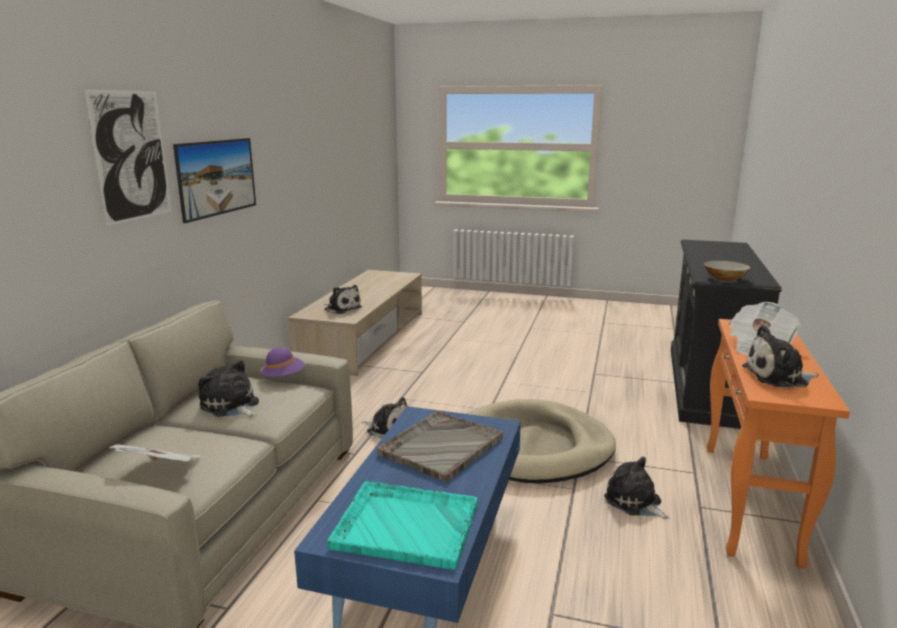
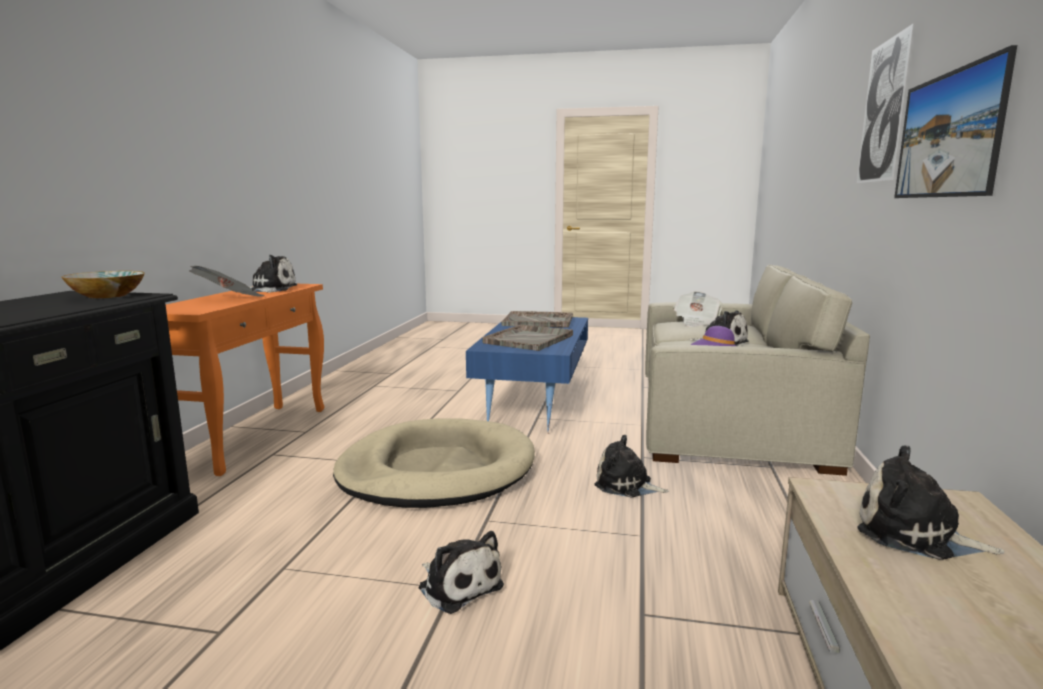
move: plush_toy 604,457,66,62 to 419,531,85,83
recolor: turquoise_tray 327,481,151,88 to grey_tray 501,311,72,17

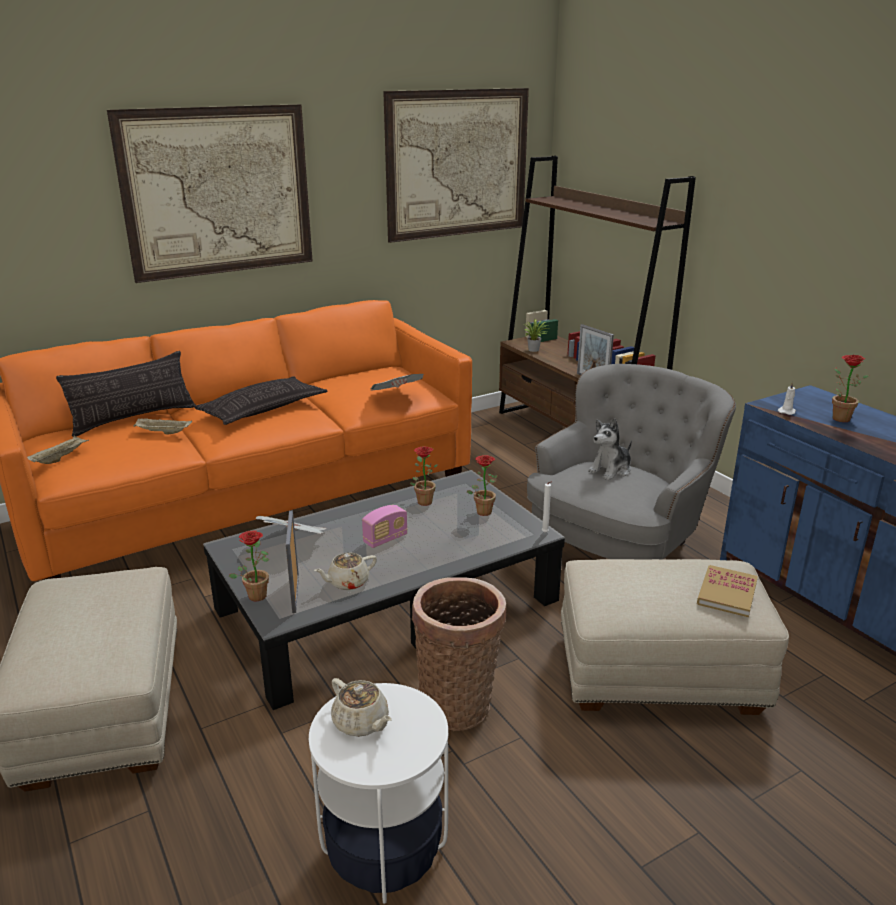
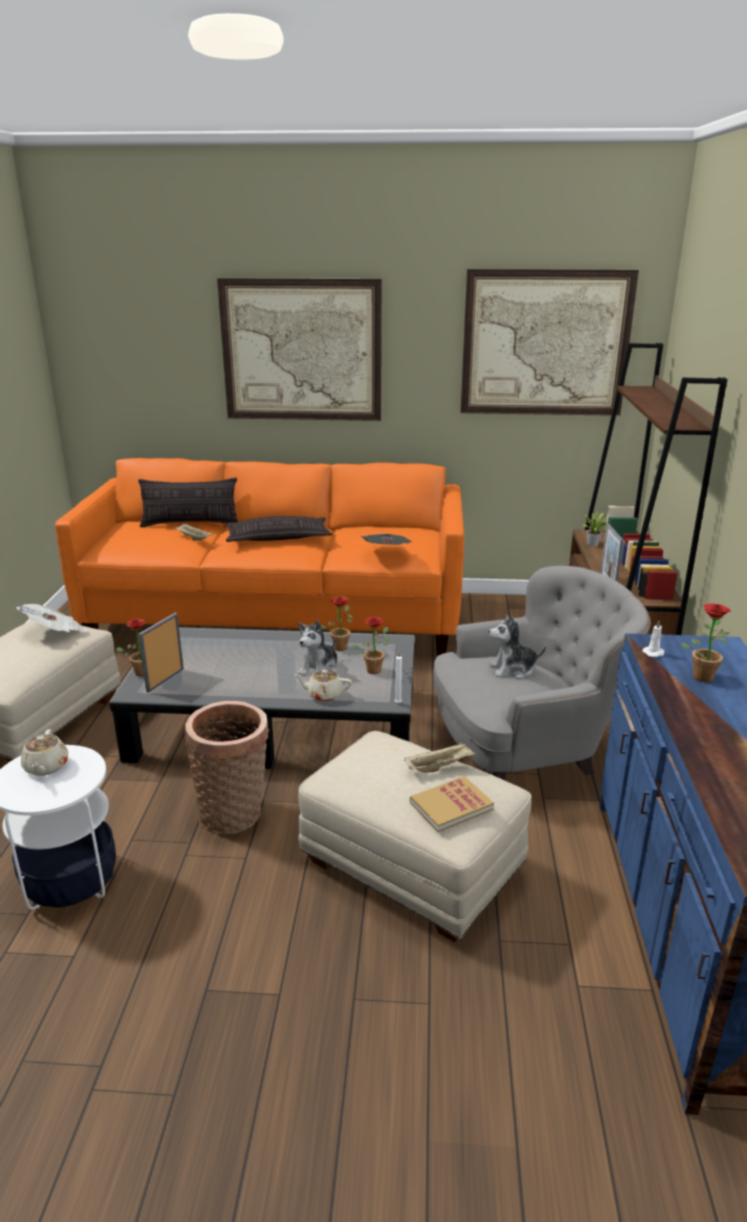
delete: radio 362,505,46,43
insert: plush_toy 298,620,40,56
move: beige_tray 27,435,62,29 to 404,741,72,32; newspaper 256,516,71,18 to 16,604,71,28; beige_teapot 314,552,63,38 to 295,670,57,32

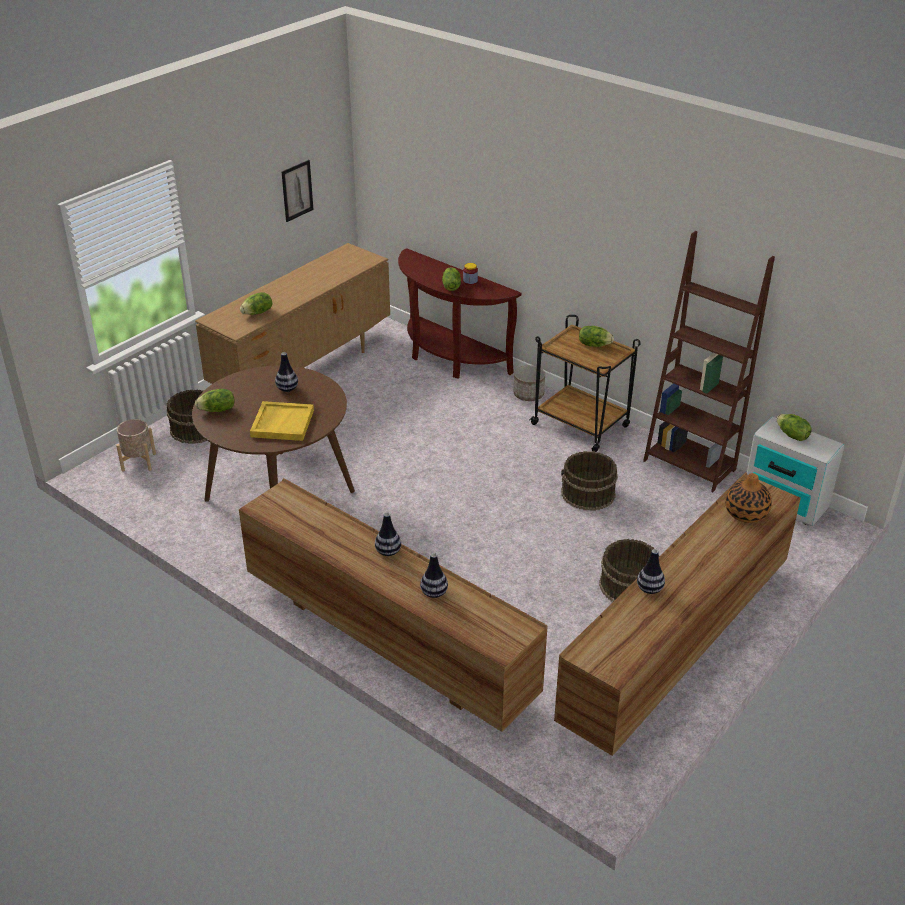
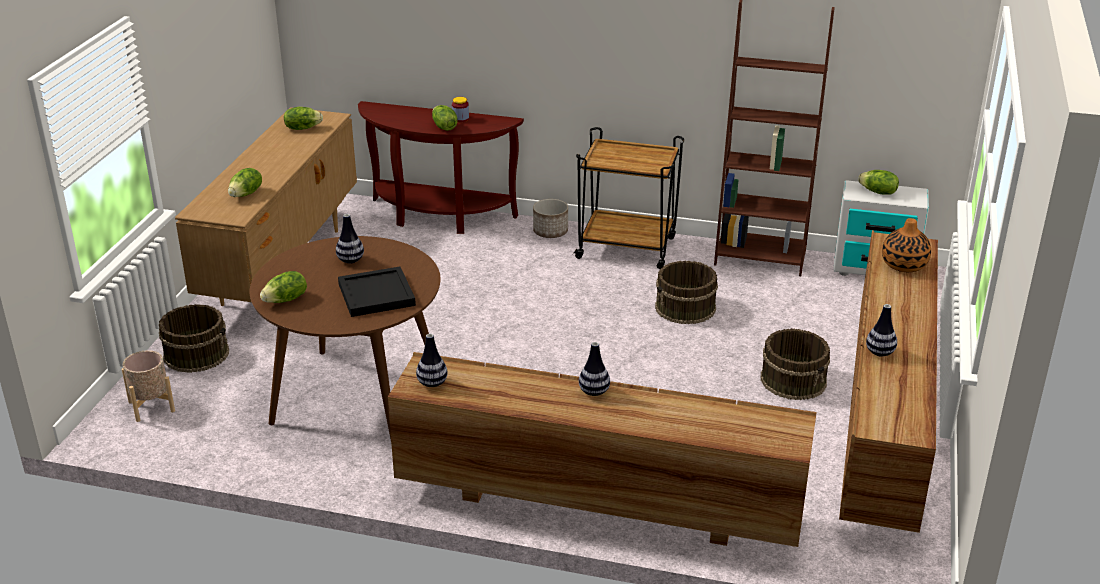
delete: picture 282,160,32,62
move: vase 420,553,28,45 to 416,334,32,53; lettuce 579,326,35,21 to 284,107,39,23
recolor: yellow_tray 250,401,64,40 to black_tray 338,267,78,50

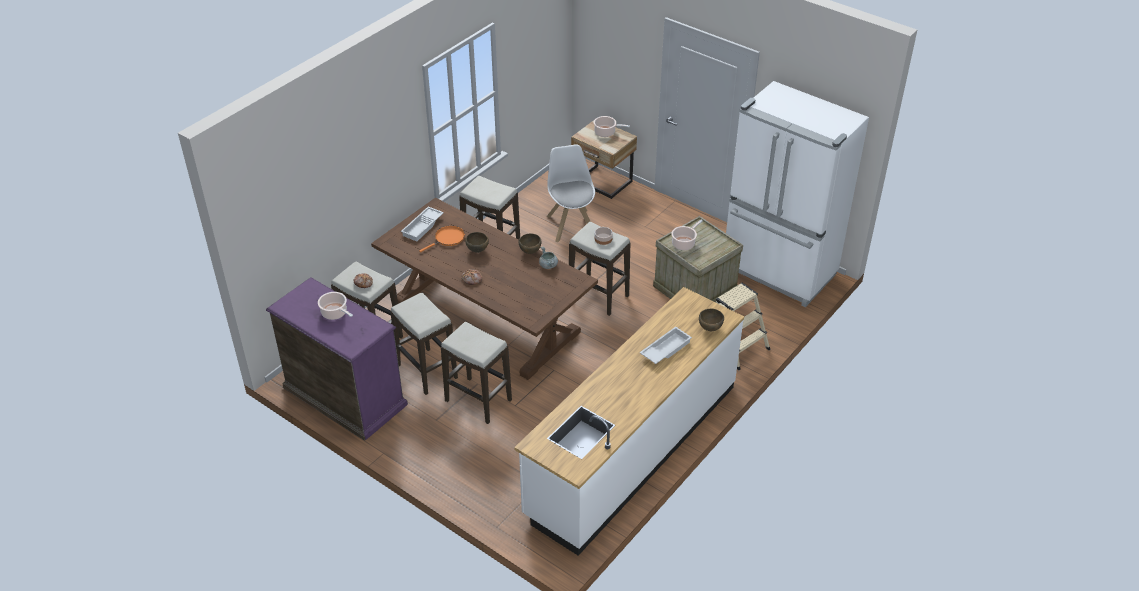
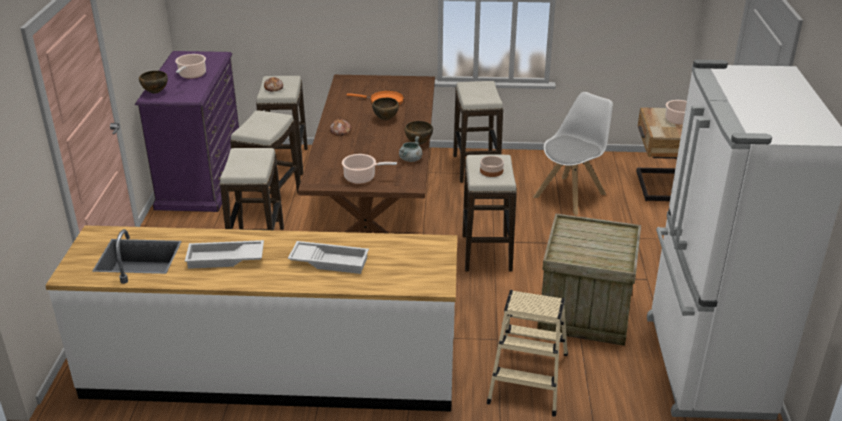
move: white_tray 401,206,43,36 to 185,240,79,29; cooking_pot 671,220,32,30 to 342,154,55,30; brown_bowl 699,309,25,22 to 139,71,29,23

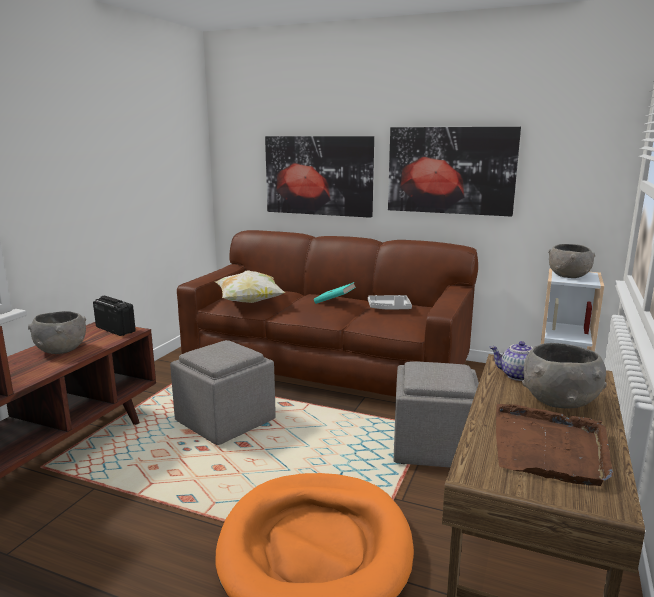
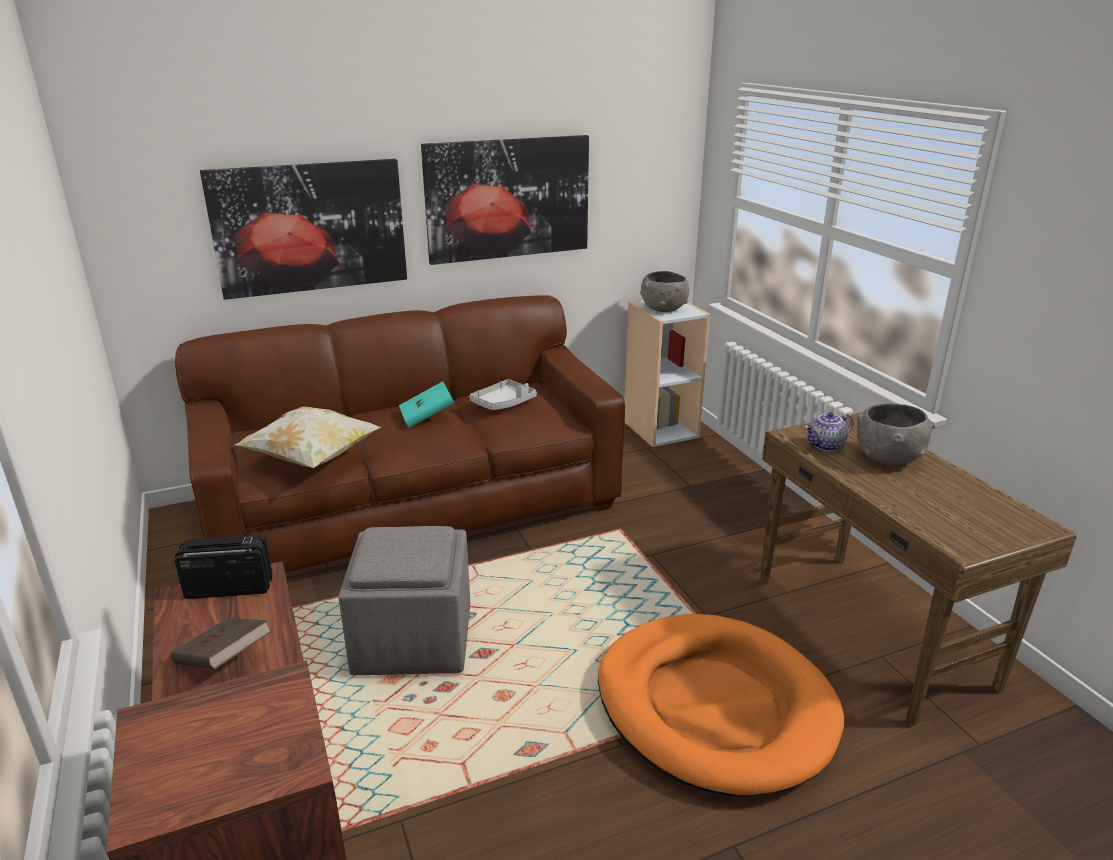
delete: grey_ottoman 394,361,85,107; brown_tray 496,404,117,82
replace: grey_bowl 28,311,58,43 to brown_book 171,618,101,51

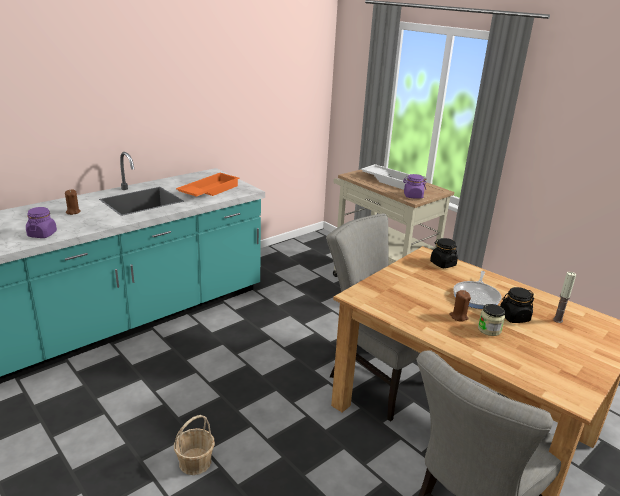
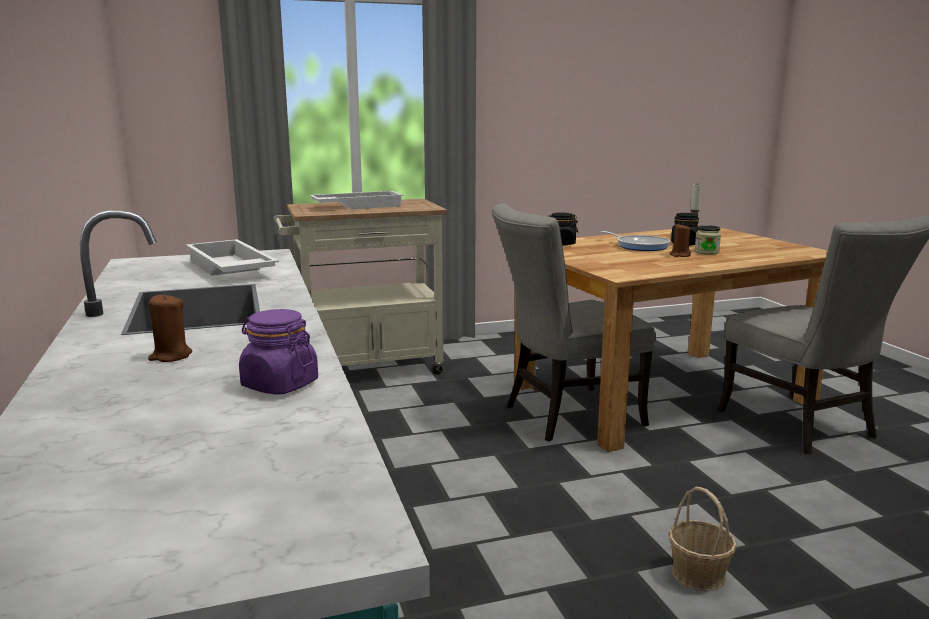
delete: purple_jar 403,174,24,25
recolor: orange_tray 176,173,64,24 to white_tray 186,239,93,37

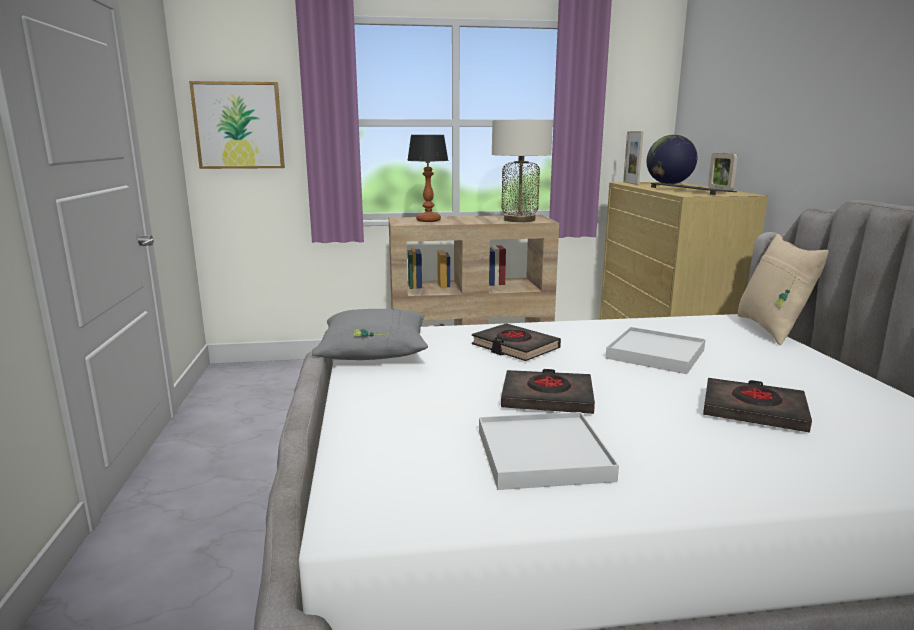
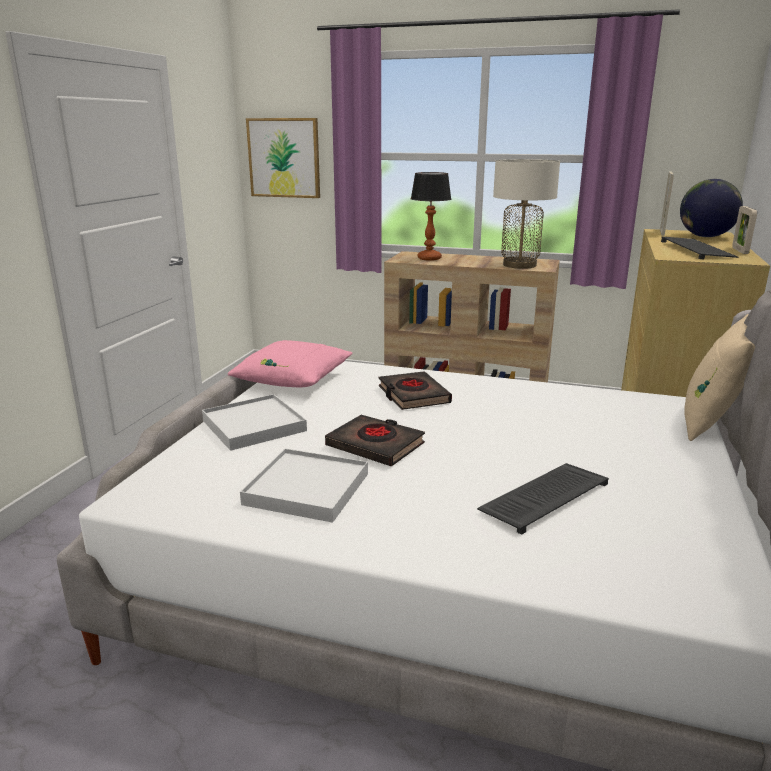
move: white_tray 606,327,100,47 to 202,394,105,57
replace: black_book 703,378,109,55 to keyboard 477,463,132,72
recolor: grey_pillow 312,308,116,52 to pink_pillow 228,340,124,47

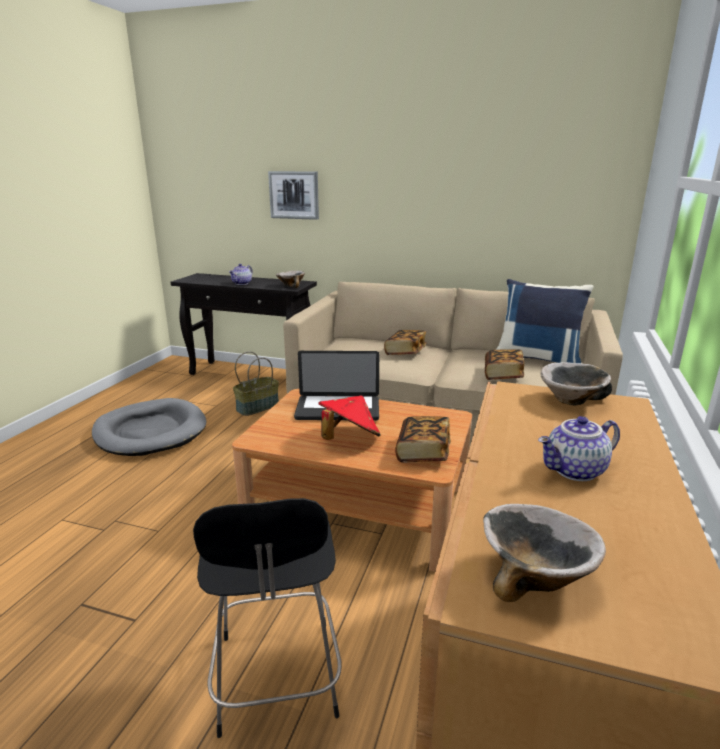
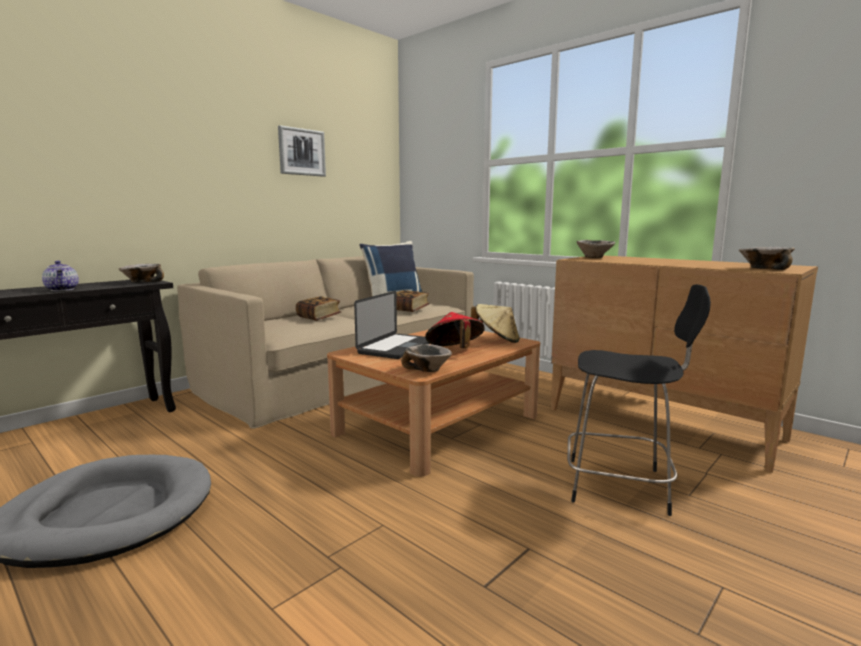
delete: basket 233,351,46,65; teapot 538,416,82,65
insert: bowl 401,344,51,28
move: picture 268,171,51,49 to 278,125,48,52
replace: book 395,416,56,47 to beige_hat 471,304,49,39

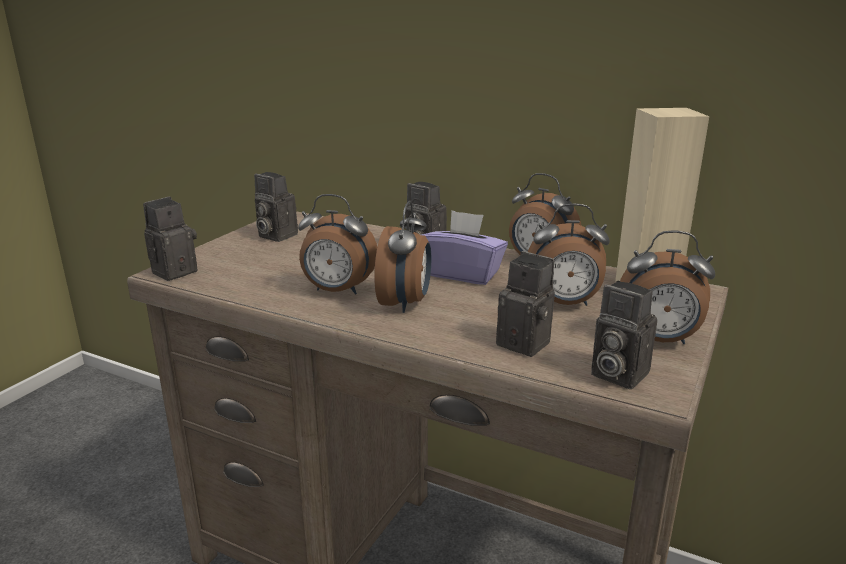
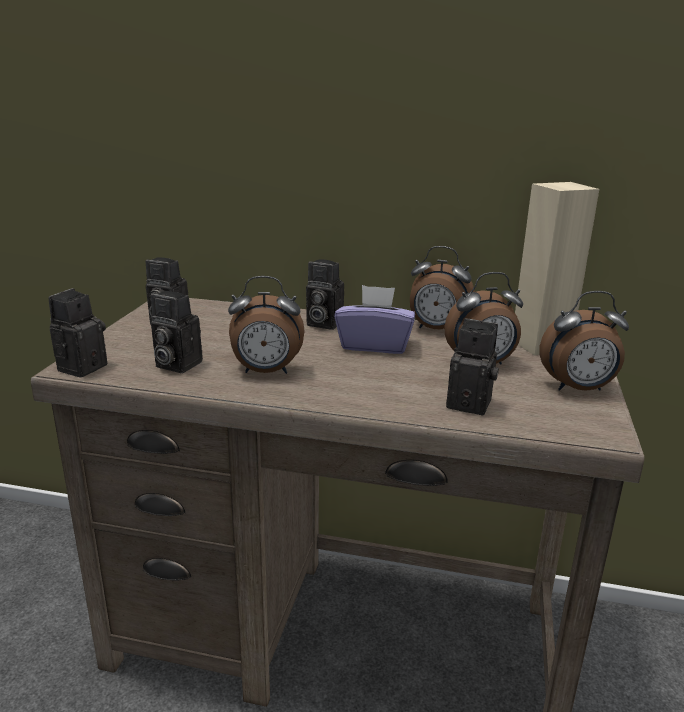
delete: alarm_clock 374,201,57,112
move: photo_camera 591,281,66,108 to 151,291,52,82

